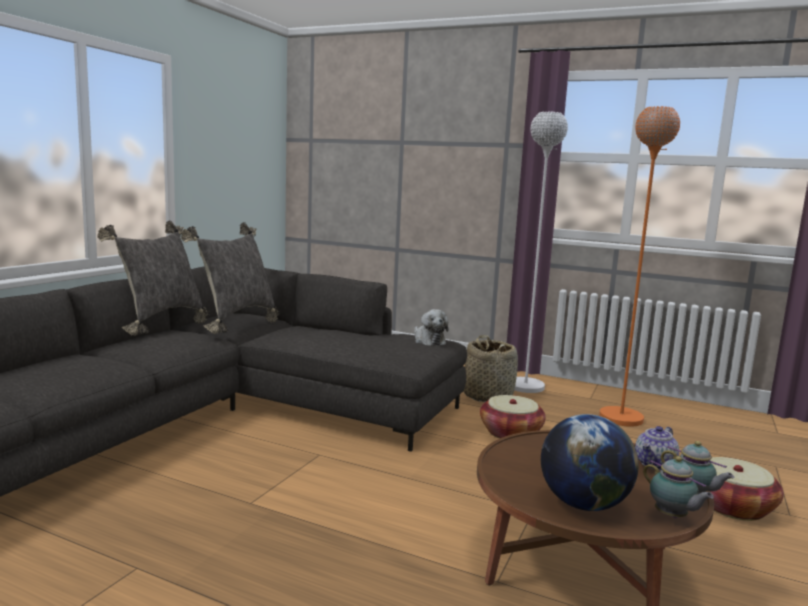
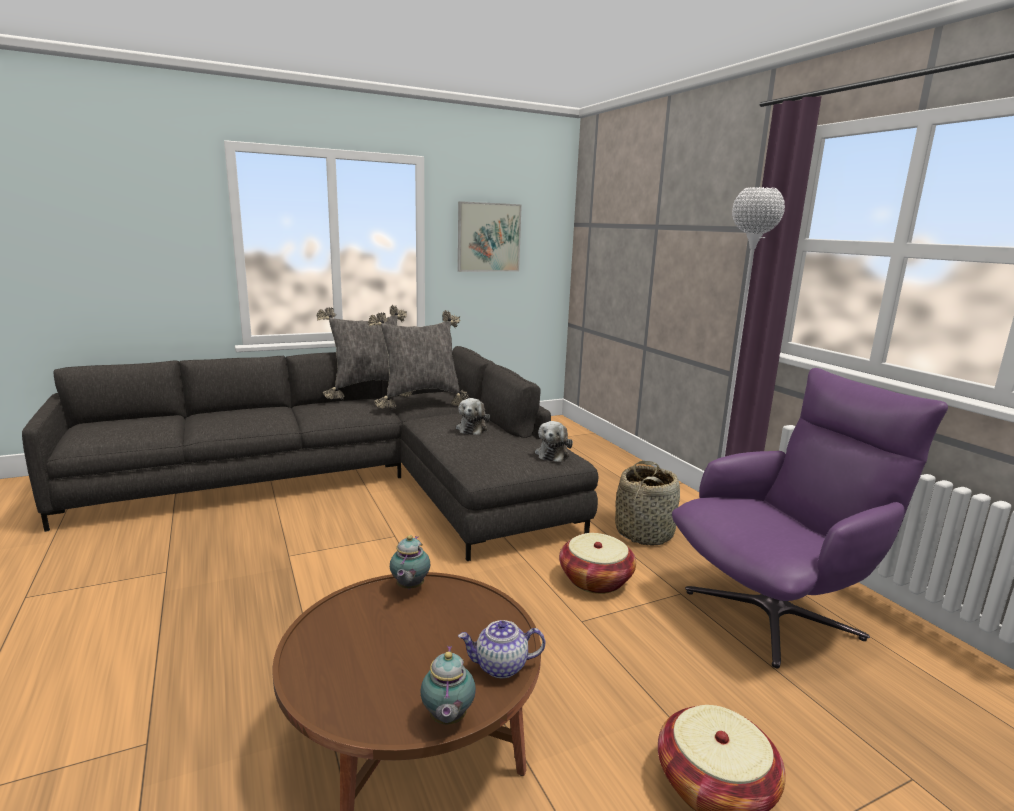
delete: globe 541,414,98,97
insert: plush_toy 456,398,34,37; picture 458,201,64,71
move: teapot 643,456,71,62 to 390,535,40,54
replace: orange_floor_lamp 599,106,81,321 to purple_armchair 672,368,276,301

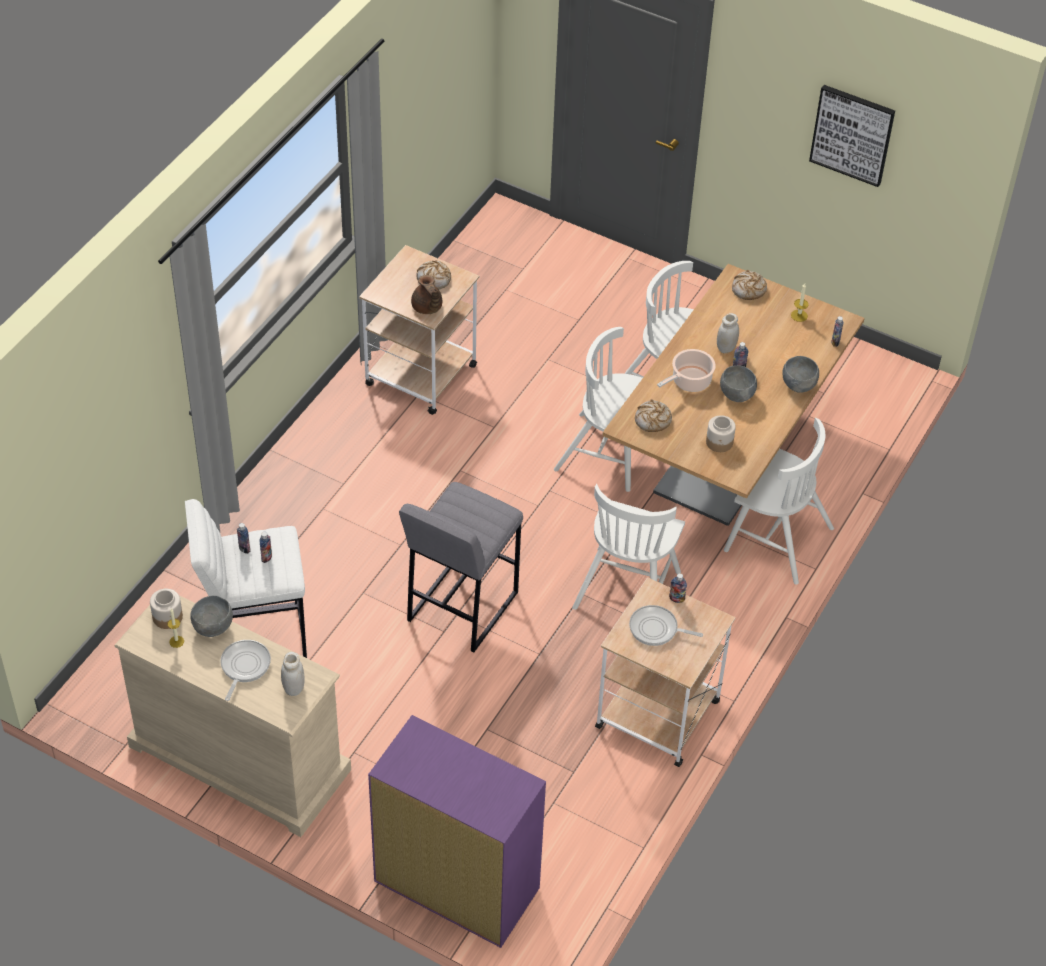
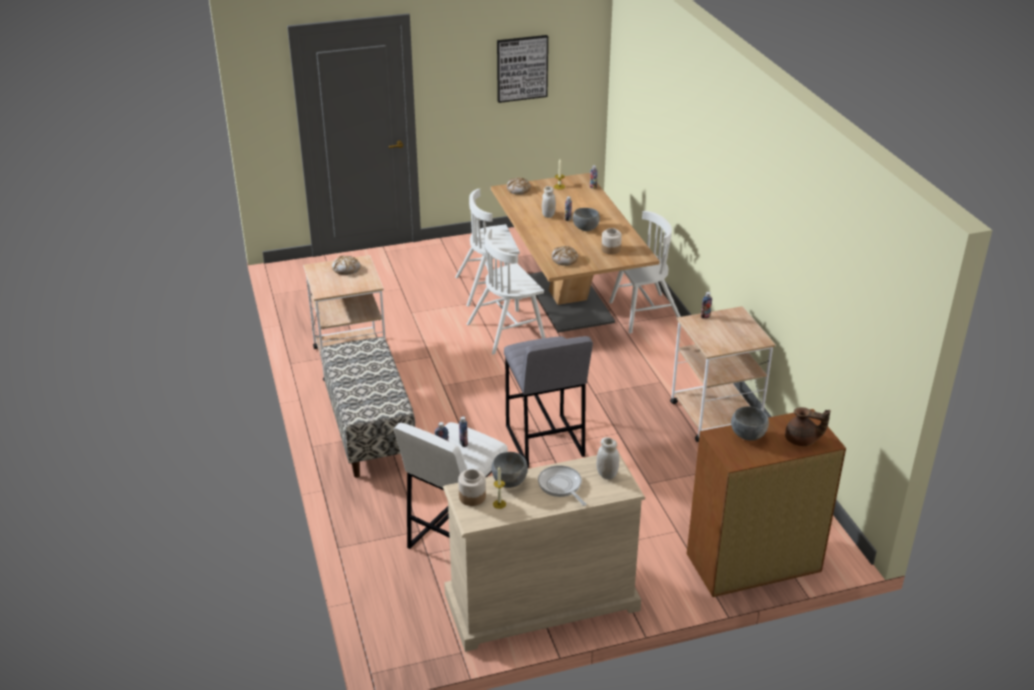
delete: white_chair 572,484,113,126; frying_pan 629,605,74,41; cooking_pot 657,349,59,43
insert: bench 322,337,93,141
move: brown_teapot 411,275,31,39 to 785,407,46,39; grey_bowl 782,356,37,37 to 731,406,38,35
recolor: purple_cabinet 368,715,178,233 to brown_cabinet 687,409,159,188

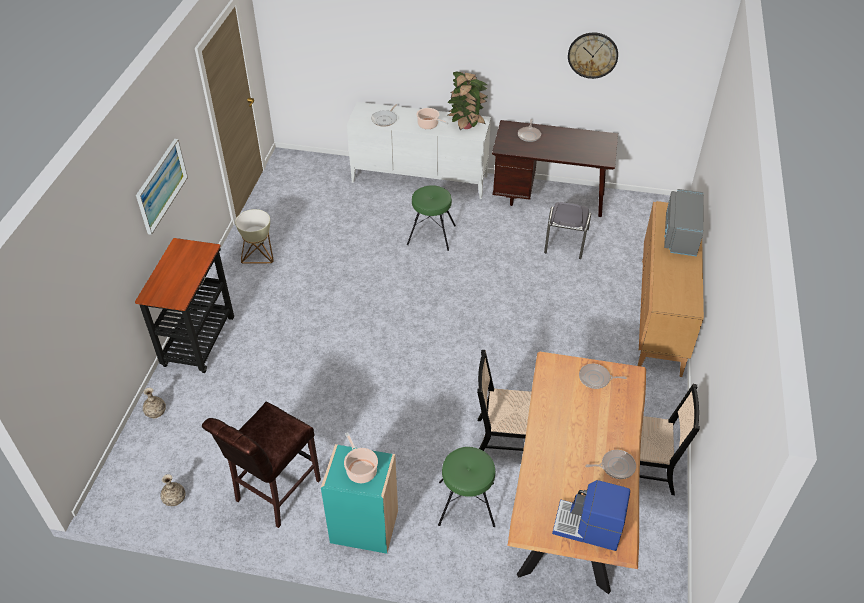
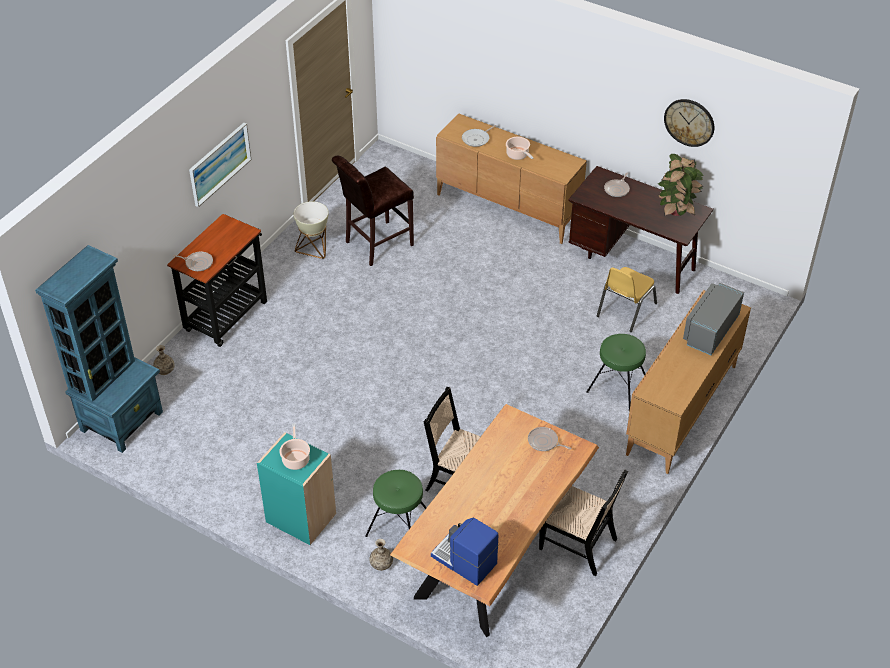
insert: blue_cabinet 35,245,128,208
move: vase 160,474,26,32 to 369,539,24,32; brown_stool 202,402,119,126 to 332,156,82,110; green_stool 407,185,49,66 to 587,334,59,77; potted_plant 447,72,40,58 to 658,154,45,62; frying_pan 585,450,51,29 to 173,252,40,19
recolor: white_dresser 347,102,144,97 to brown_dresser 436,113,151,131; grey_chair 544,202,47,57 to yellow_chair 597,267,60,65

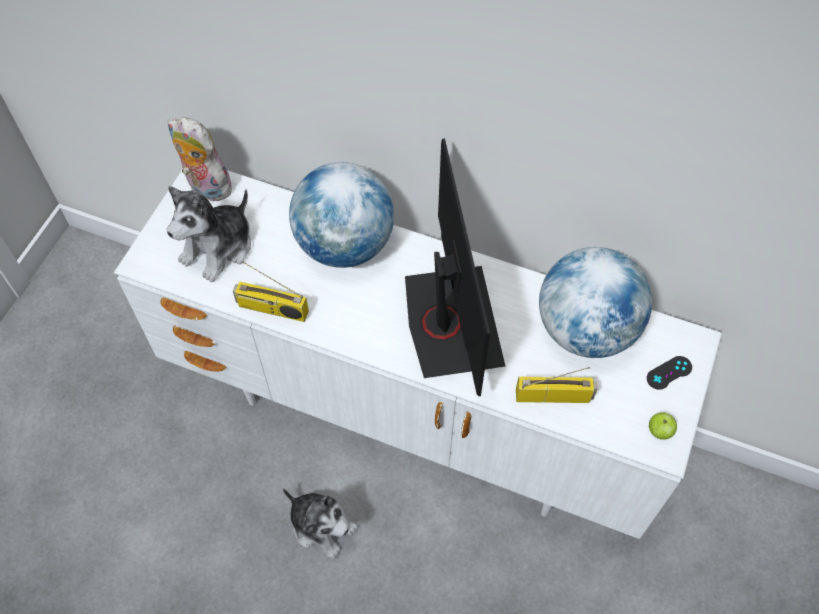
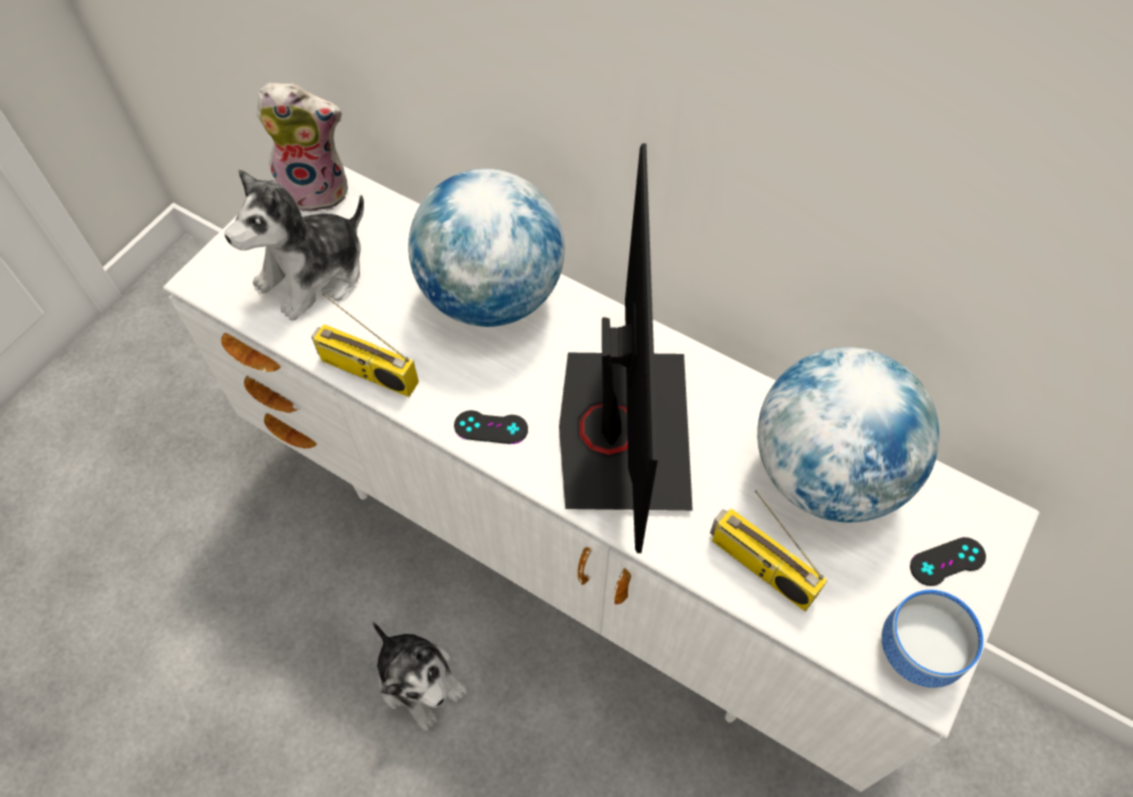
insert: black_game_controller 454,410,74,34
replace: apple 649,412,28,28 to bowl 882,590,102,98
rotate: plush_toy 167,117,65,84 = 256,83,92,130 135 degrees clockwise; radio 516,367,82,36 = 710,490,118,122 150 degrees counterclockwise

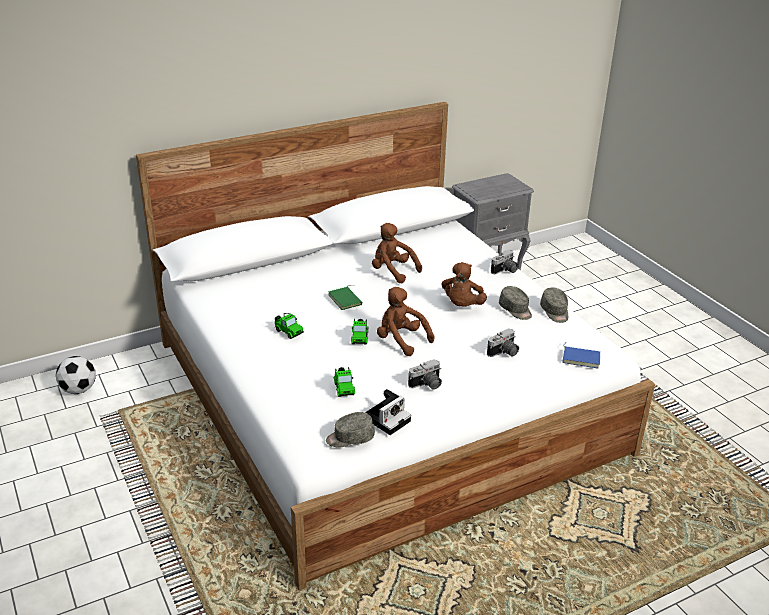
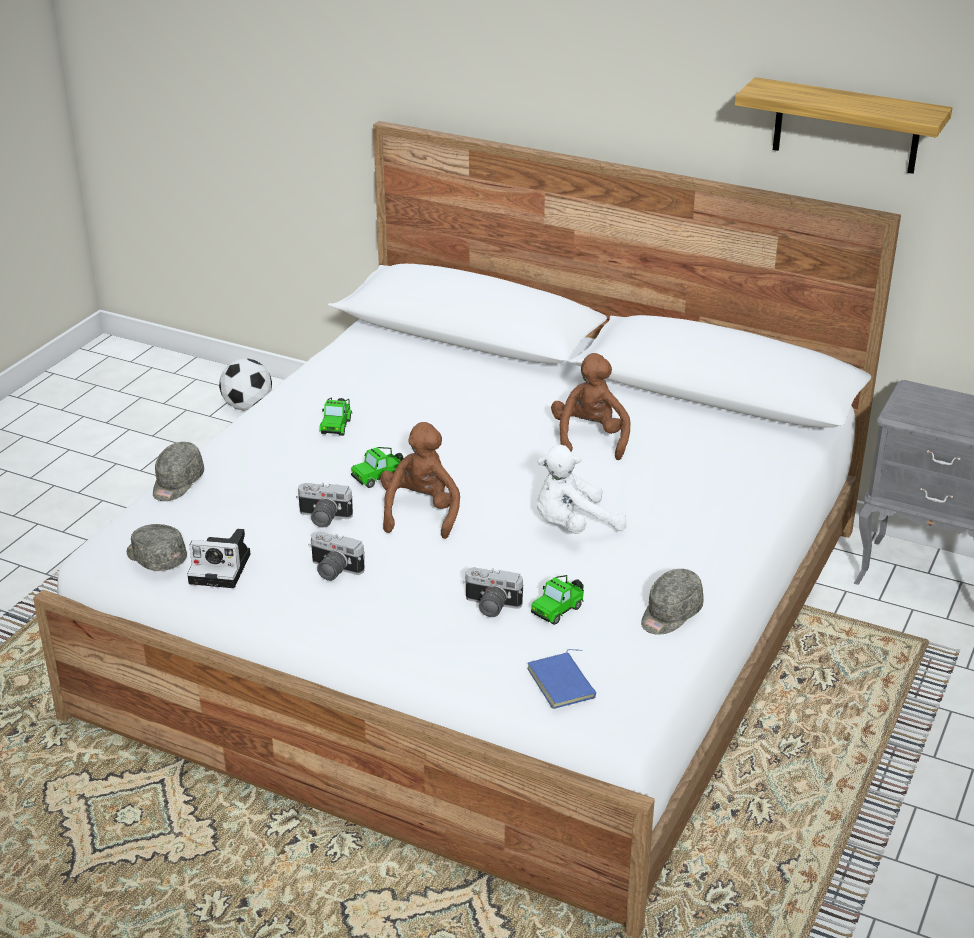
delete: green_book 328,285,34,25
insert: shelf 735,77,217,97
move: toy_car 333,367,22,30 to 531,575,53,50; photo_camera 491,250,27,24 to 296,483,57,44; grey_cap 499,286,33,34 to 153,442,51,59
recolor: brown_plush_toy 441,262,46,45 to white_plush_toy 537,445,90,89

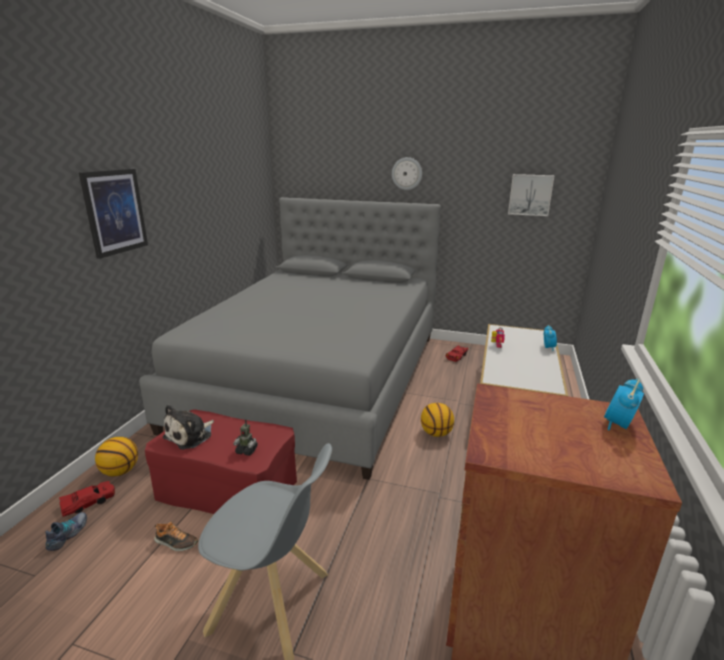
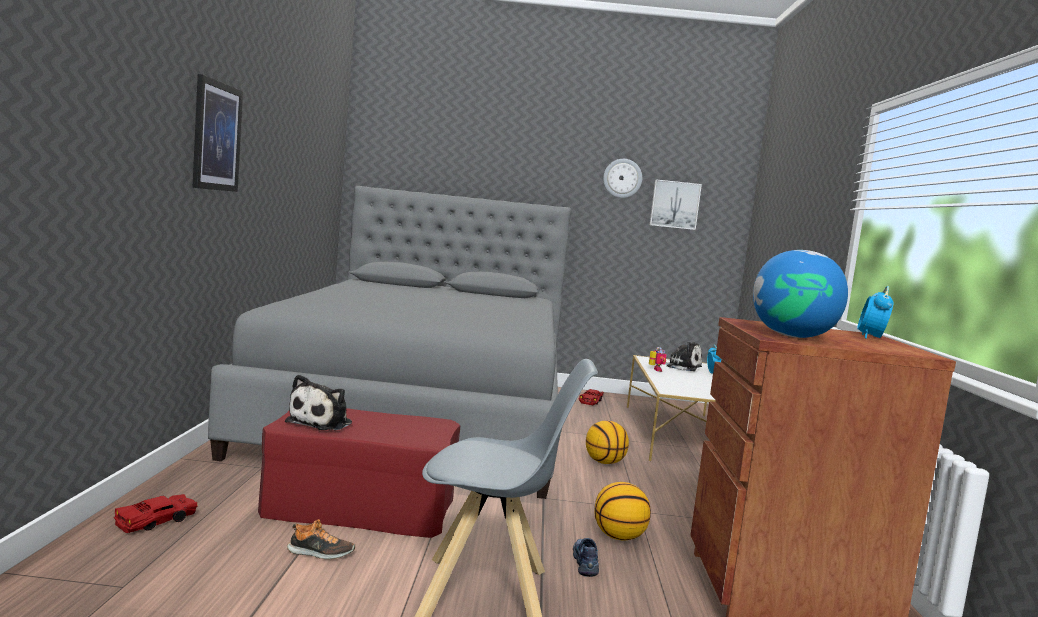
delete: toy_robot 233,419,25,37
insert: plush_toy 665,342,37,29; globe 753,250,95,88
move: shoe 45,512,42,39 to 573,538,26,39; basketball 95,437,43,39 to 594,482,57,59; wall_clock 392,157,30,33 to 603,159,39,39

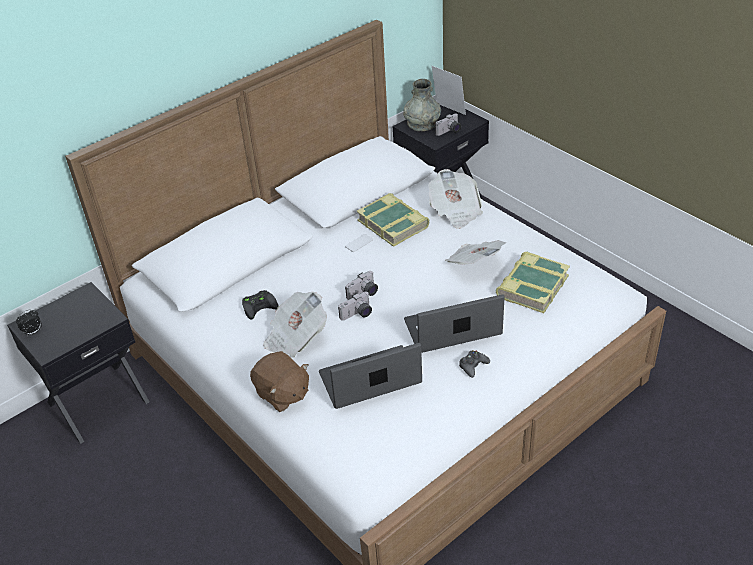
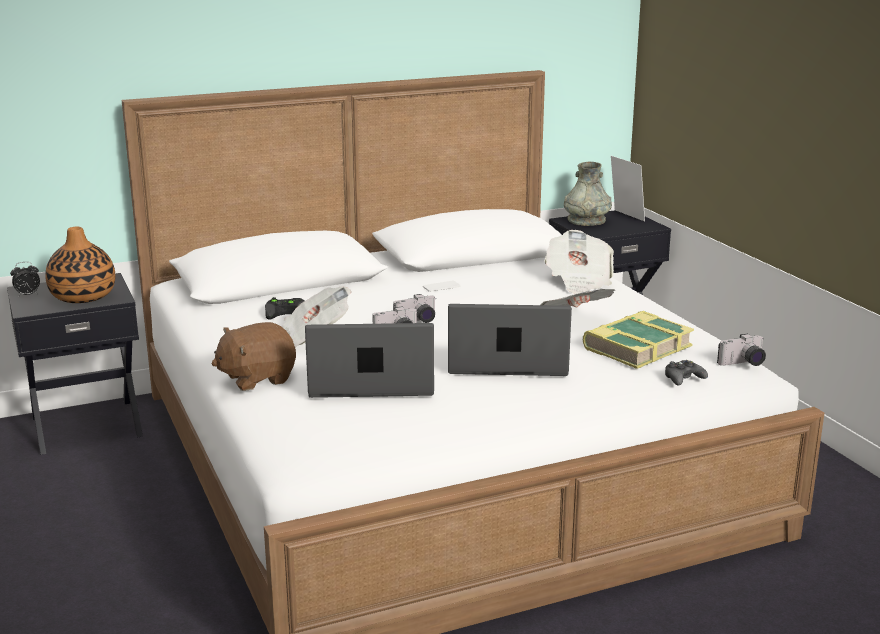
delete: book 357,193,72,54
insert: vase 45,227,70,76
move: photo_camera 435,114,26,22 to 717,334,49,32; black_game_controller 459,350,31,28 to 665,360,43,26
rotate: brown_plush_toy 250,351,59,61 = 211,322,85,69 90 degrees clockwise

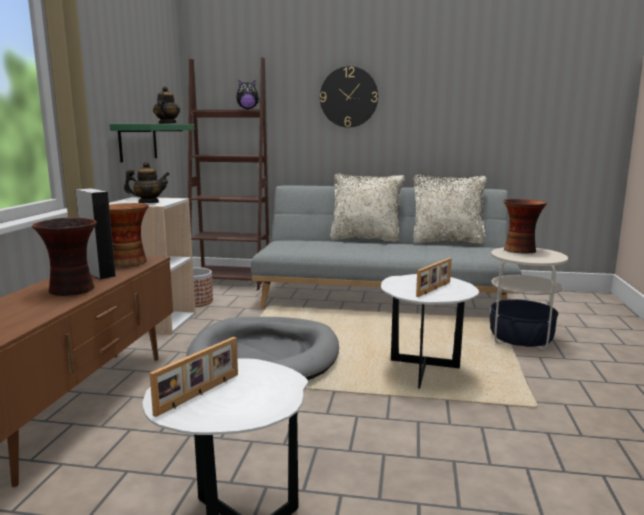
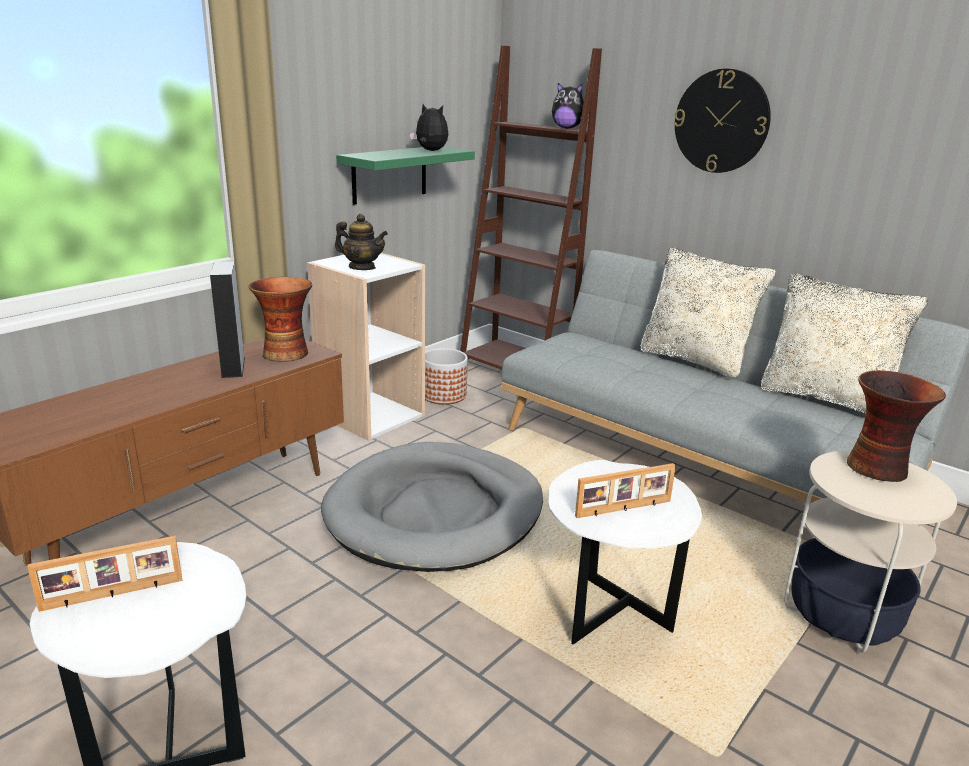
delete: vase 32,218,65,78
replace: teapot 153,86,27,38 to plush_toy 410,104,38,47

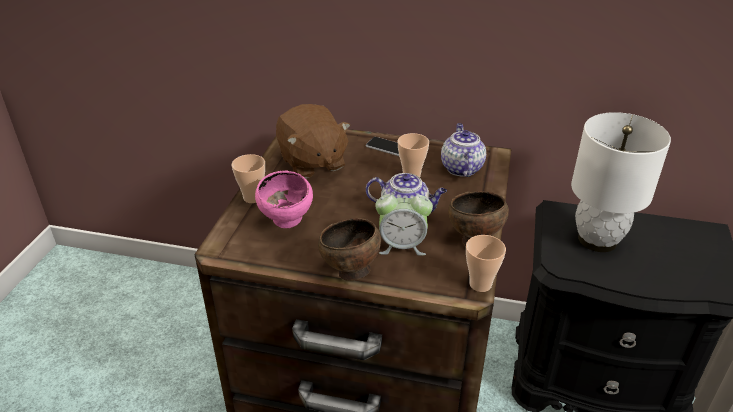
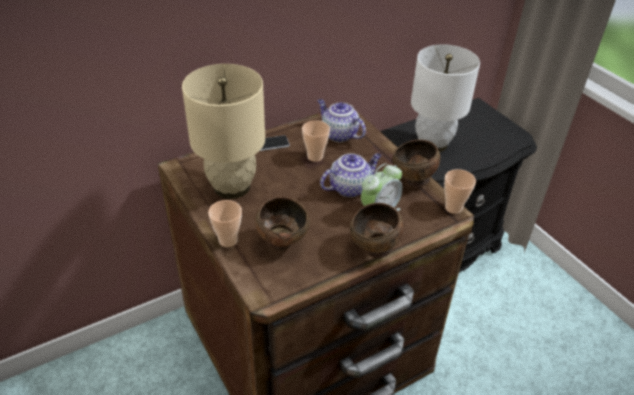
replace: brown_plush_toy 276,104,75,75 to beige_table_lamp 182,64,83,135
recolor: pink_bowl 255,171,58,57 to brown_bowl 255,197,55,54

